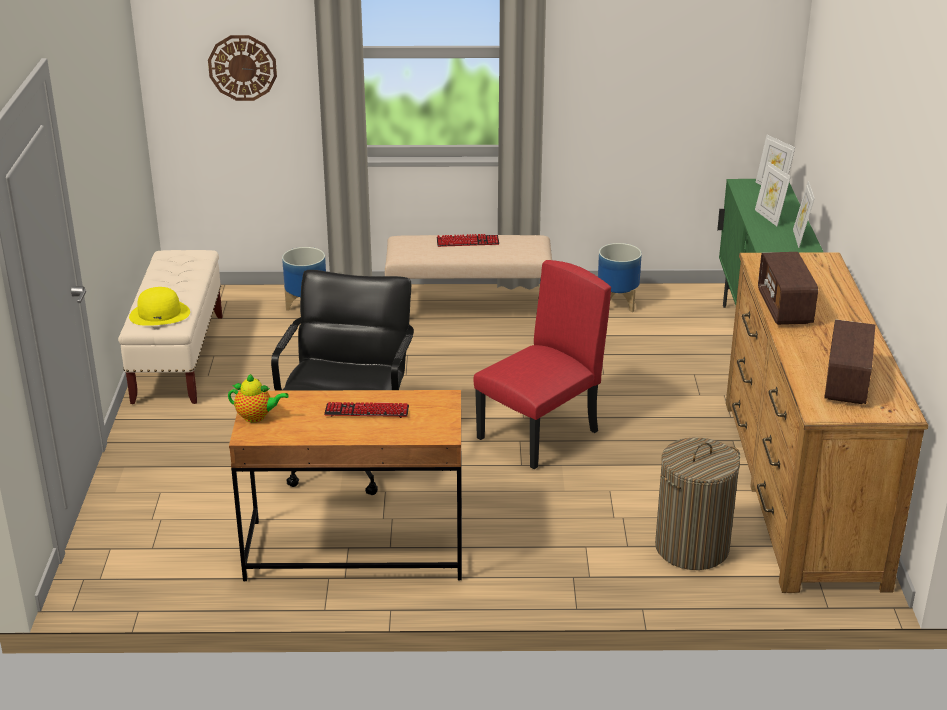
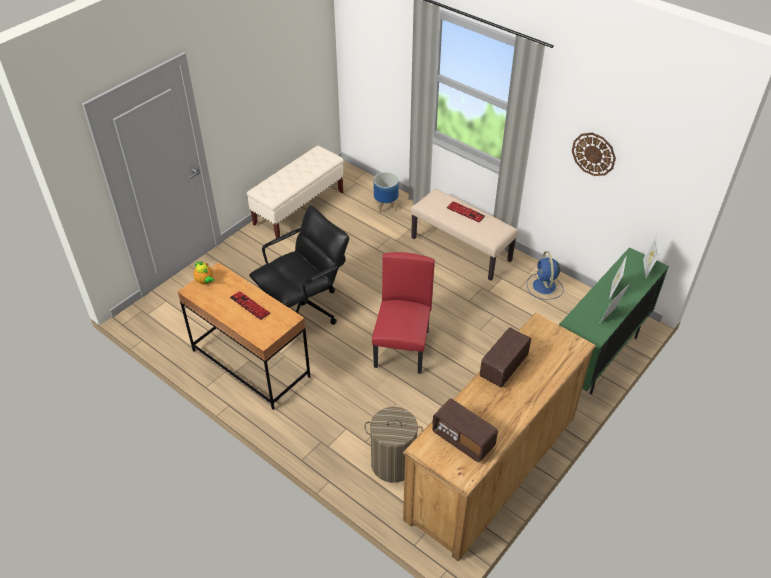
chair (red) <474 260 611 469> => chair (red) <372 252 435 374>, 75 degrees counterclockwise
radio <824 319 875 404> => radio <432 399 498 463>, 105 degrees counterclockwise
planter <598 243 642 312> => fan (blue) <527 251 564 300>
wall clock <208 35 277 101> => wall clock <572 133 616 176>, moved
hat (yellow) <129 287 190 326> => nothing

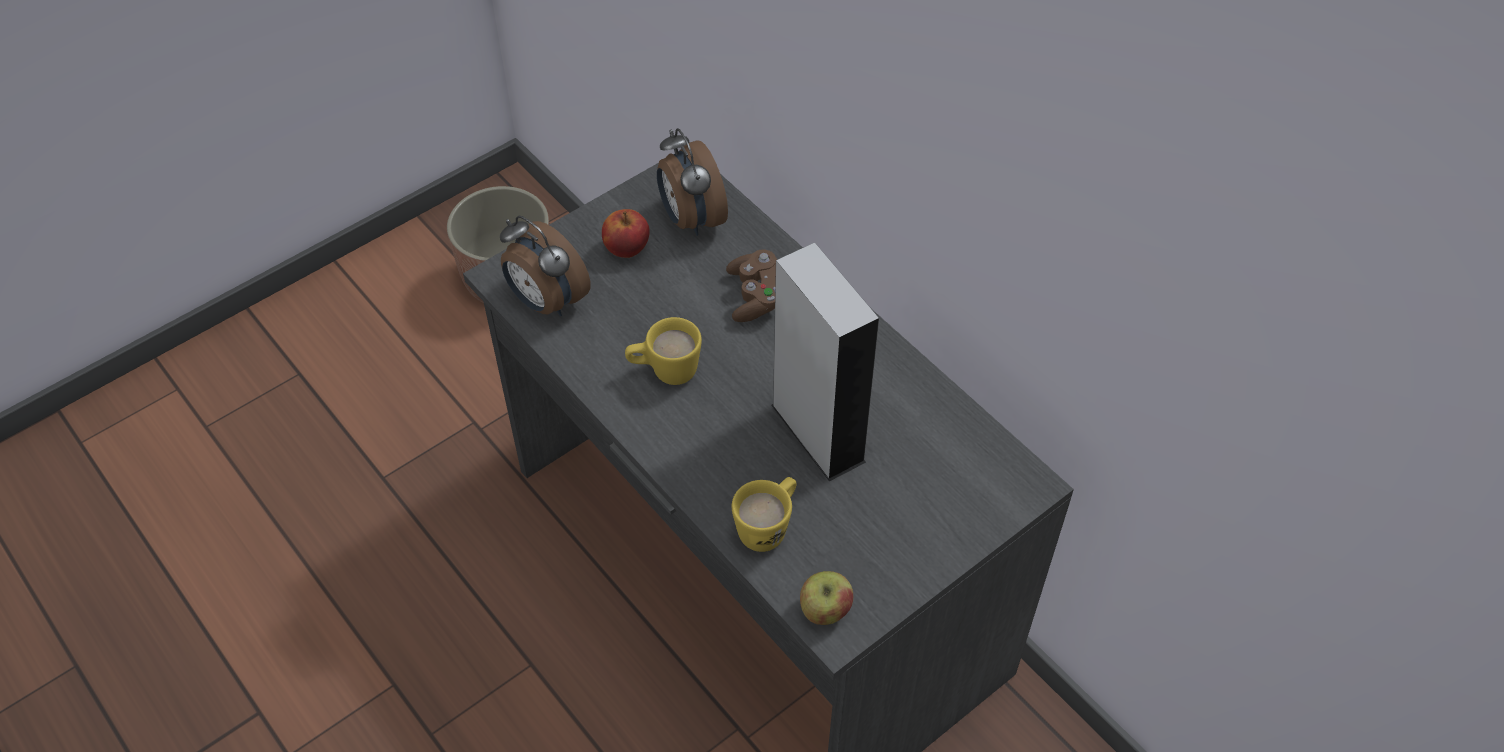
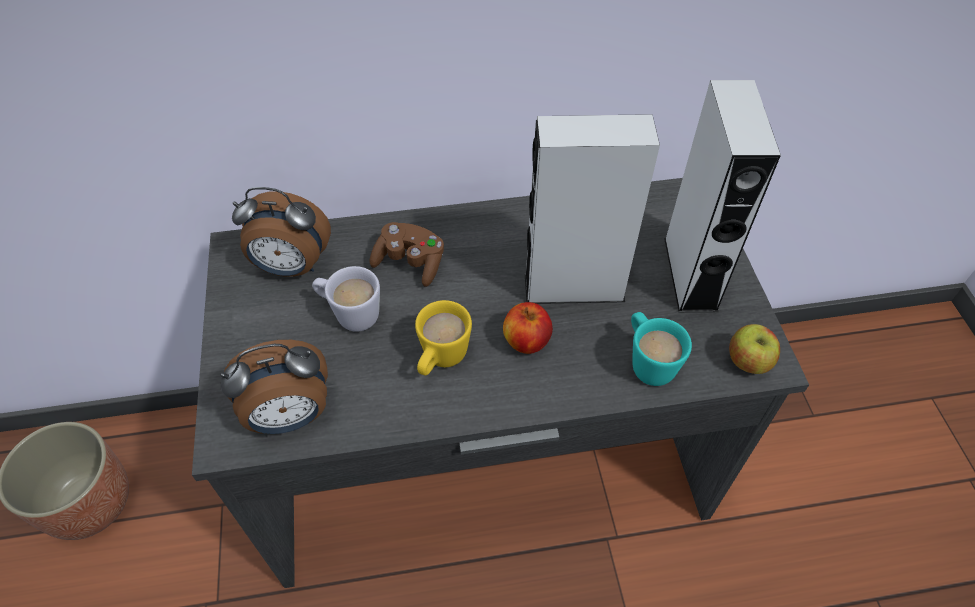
nothing => mug (white) <312 266 380 332>
apple <602 209 650 258> => apple <503 302 553 354>, moved
mug (yellow) <732 477 797 552> => mug (turquoise) <631 312 692 386>
nothing => speaker (grey) <664 80 781 313>

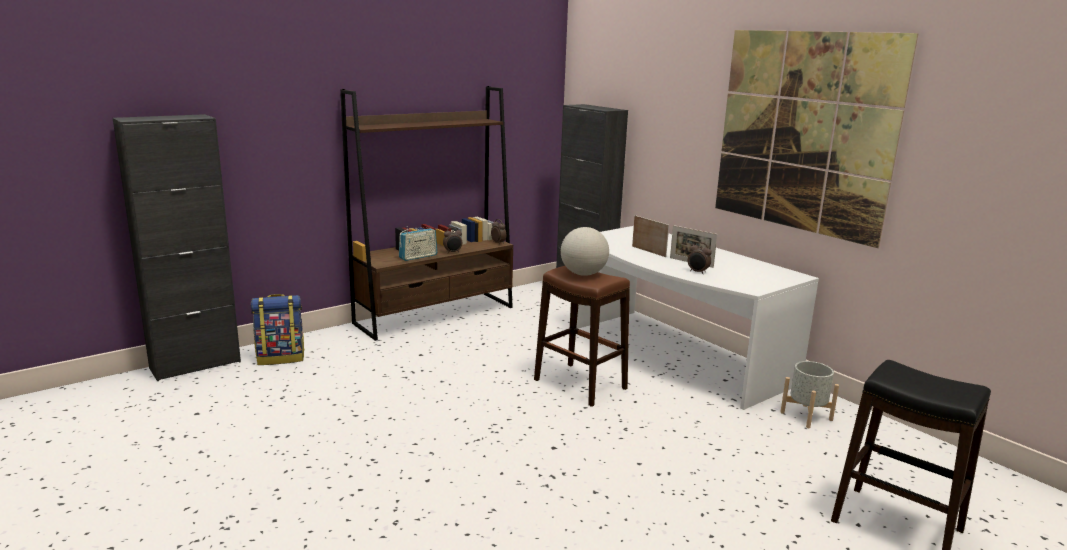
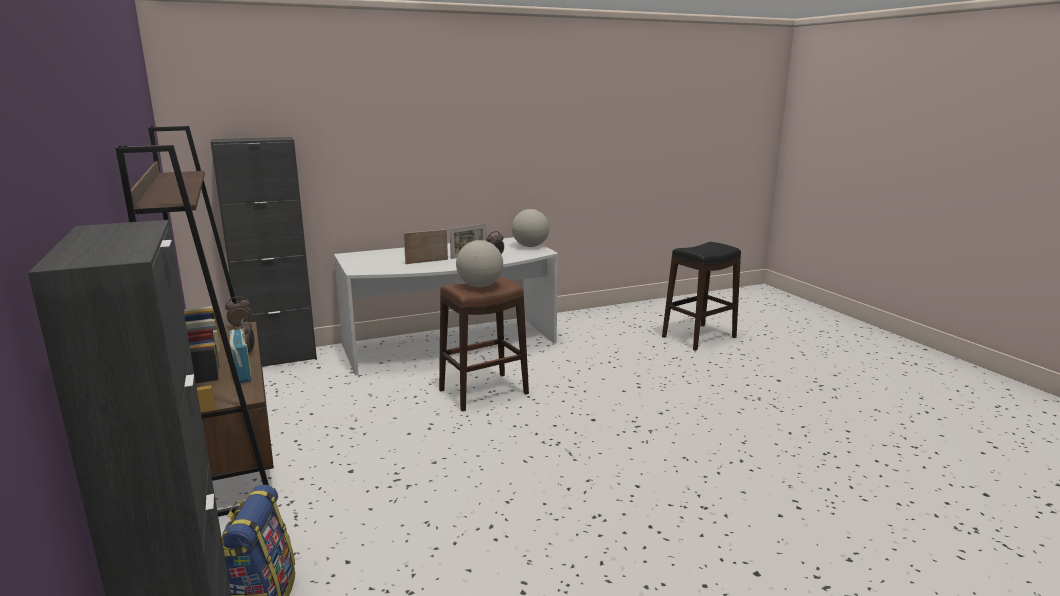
nothing => globe <512 209 549 247>
picture <715 30 919 248> => nothing
planter (grey) <780 361 839 428> => nothing

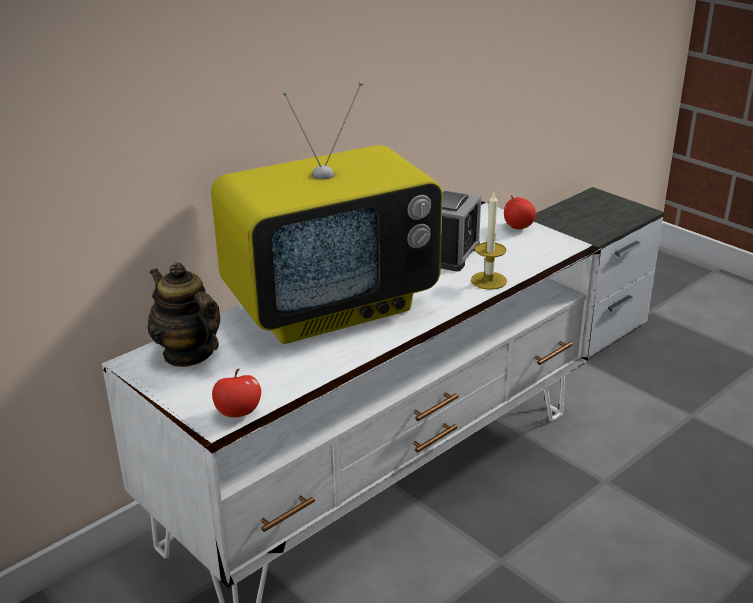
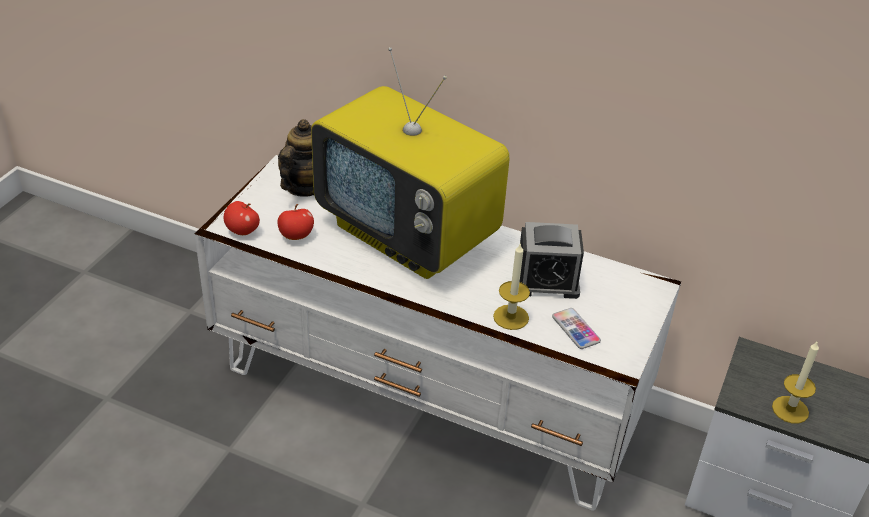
apple <504 195 536 229> => apple <277 204 314 240>, moved
nothing => phone <552 308 601 349>
nothing => candle <772 340 819 424>

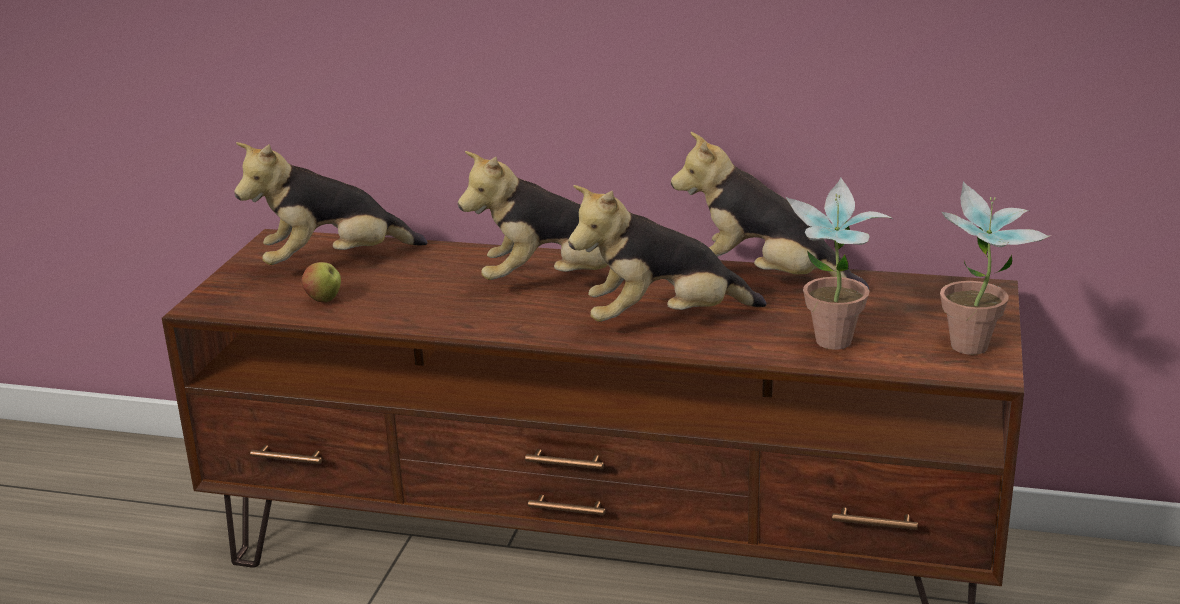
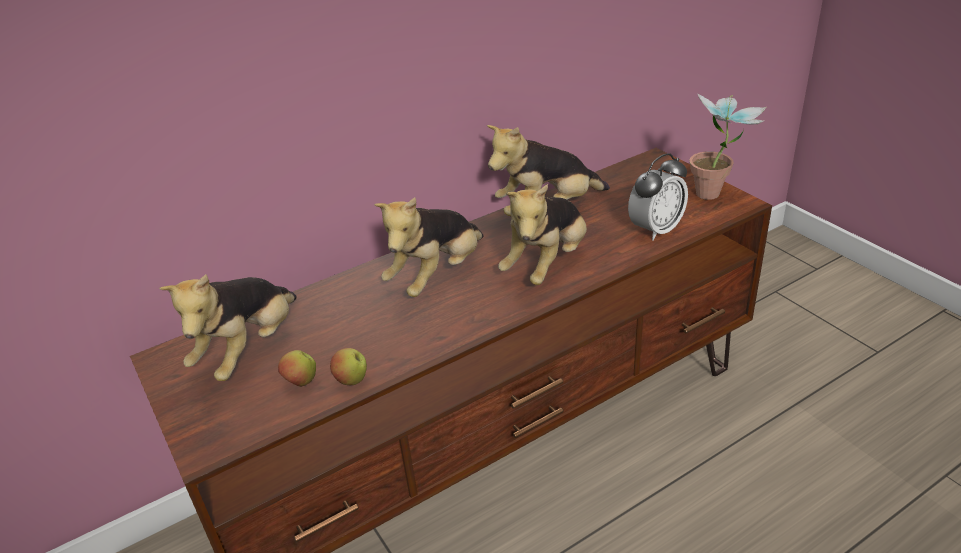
nothing => apple <330 348 367 385>
potted plant <786 178 893 350> => alarm clock <628 153 688 241>

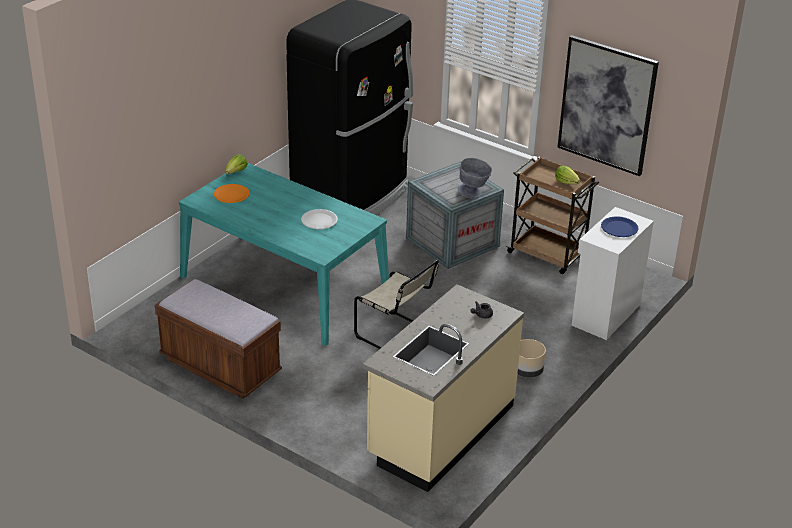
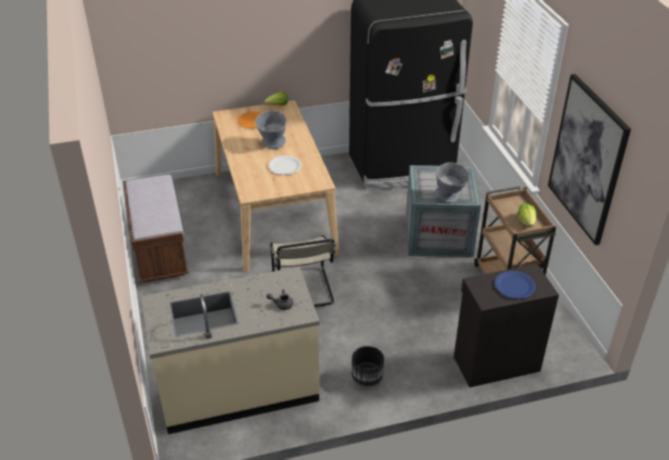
dining table (turquoise) <179 163 389 346> => dining table (beige) <212 100 339 272>
nothing => bowl (grey) <255 111 286 149>
planter (beige) <518 339 546 378> => planter (black) <352 346 384 386>
cabinet (white) <571 207 654 340> => cabinet (black) <454 264 559 388>

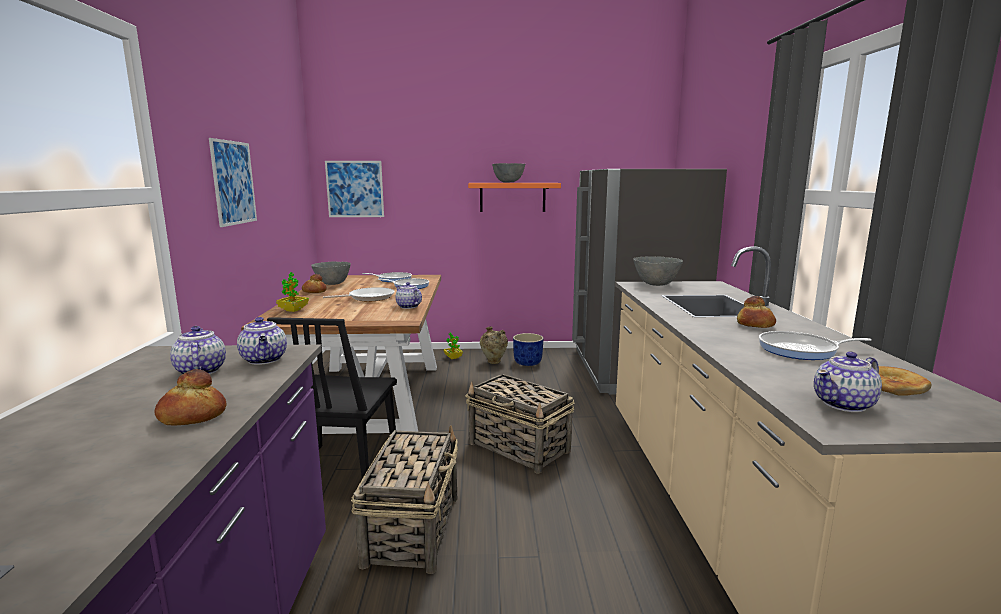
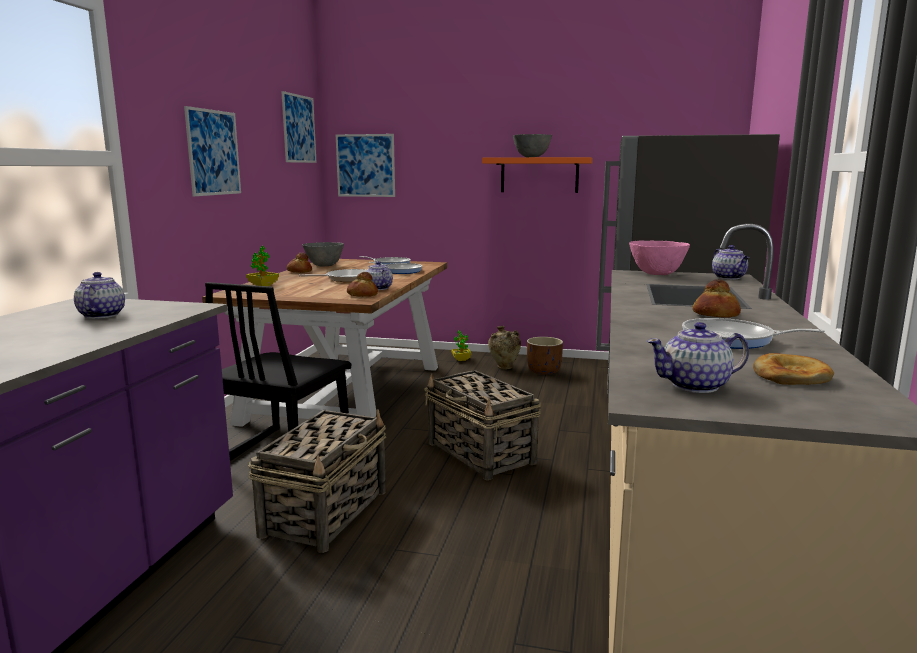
nothing => picture <281 91 317 163>
bread <154 369 227 426> => bread <347 272 378 297>, moved
planter (blue) <513 333 543 366> => planter (brown) <527 337 563 375>
bowl (grey) <633 256 683 286> => bowl (pink) <629 240 690 275>
teapot <237 317 287 365> => teapot <712 245 749 279>, moved

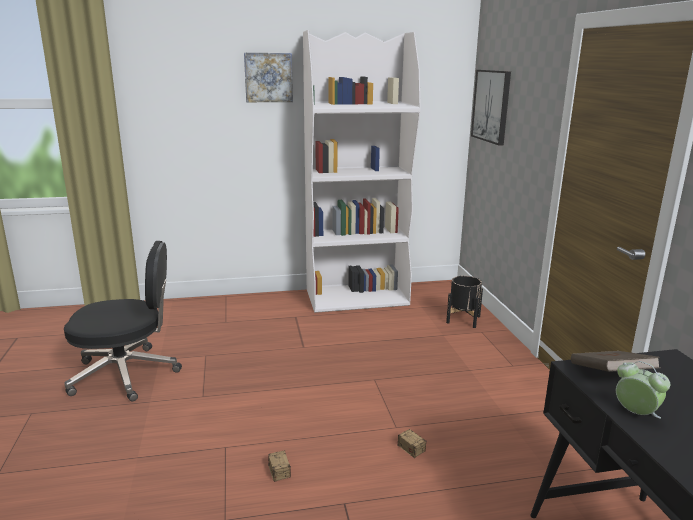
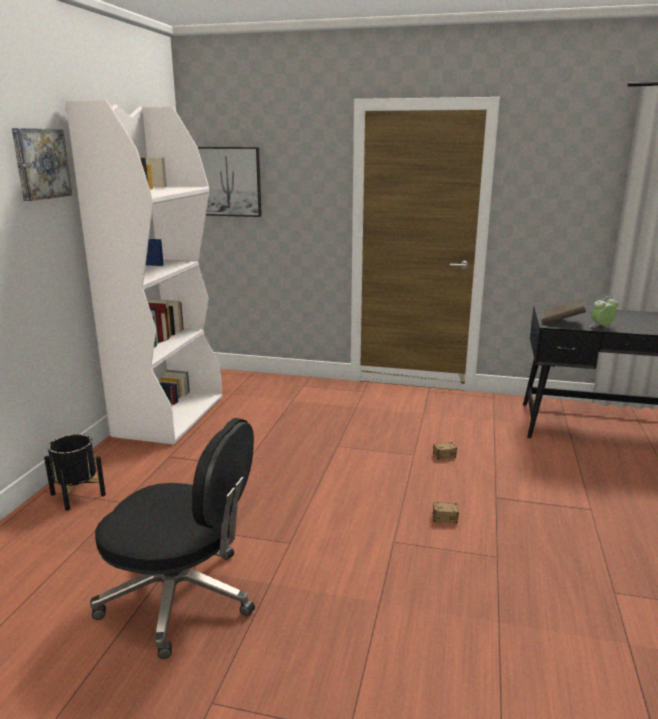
planter (black) <446 276 483 328> => planter (black) <44 434 106 510>, moved
office chair (black) <64 241 182 402> => office chair (black) <90 418 255 659>, 90 degrees clockwise

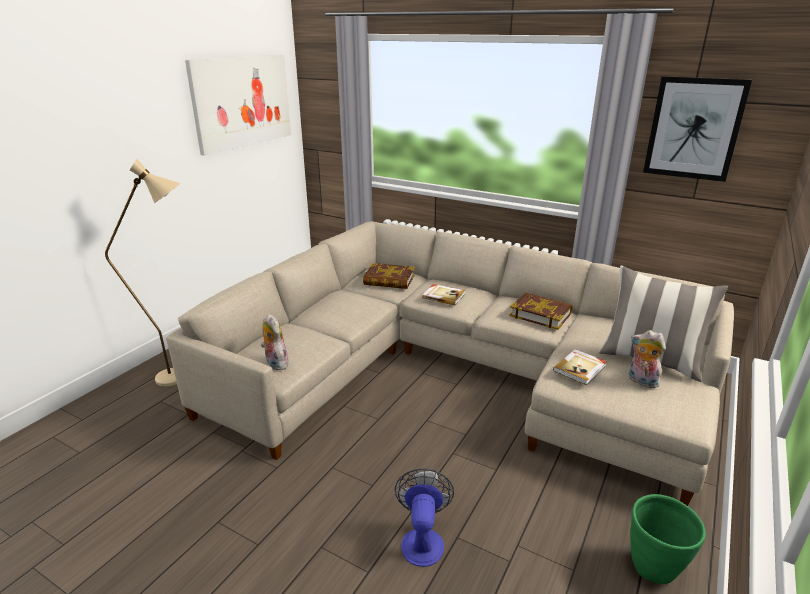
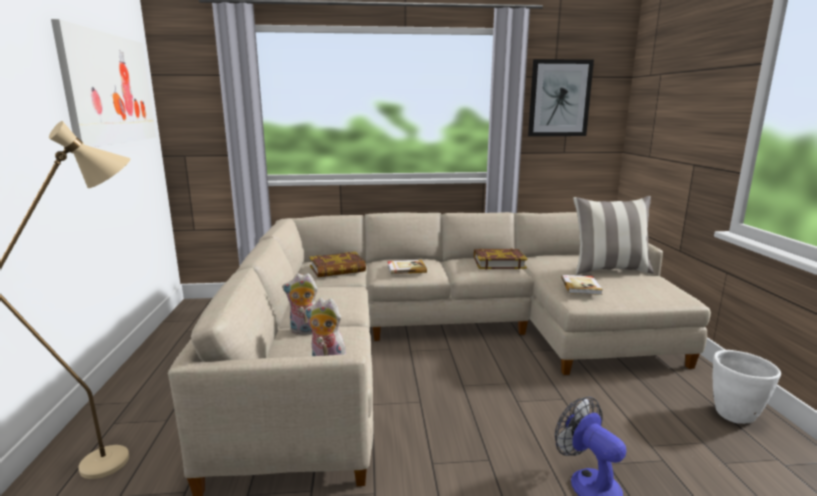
plush toy <629 330 666 388> => plush toy <282 273 318 335>, moved
planter (green) <630 494 706 584> => planter (white) <712 350 781 424>

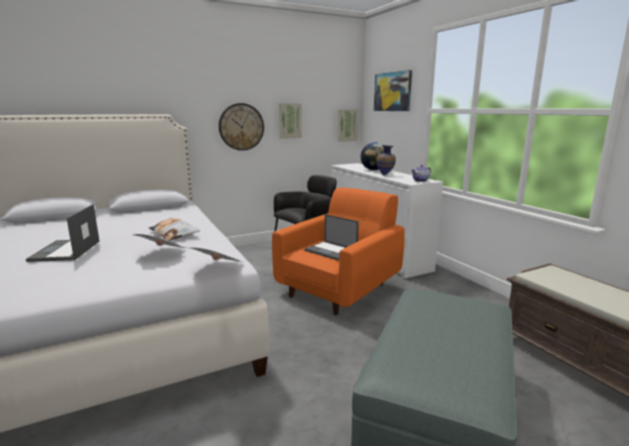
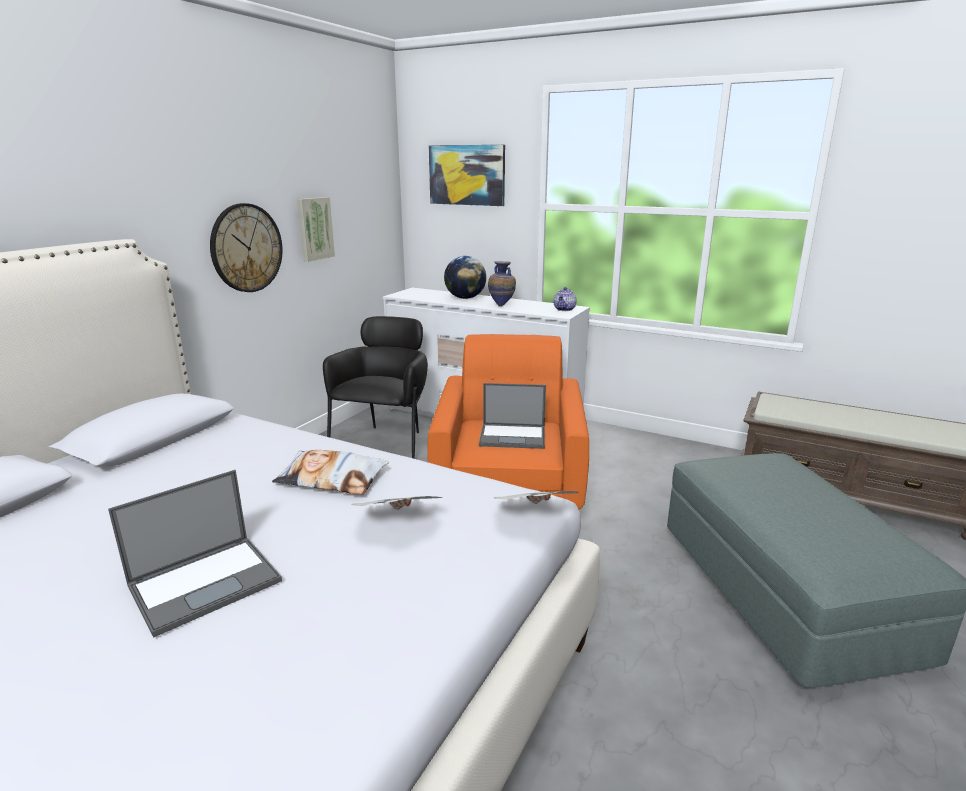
laptop <26 204 99 262> => laptop <108 470 282 637>, 90 degrees counterclockwise
picture <338 109 358 142> => nothing

